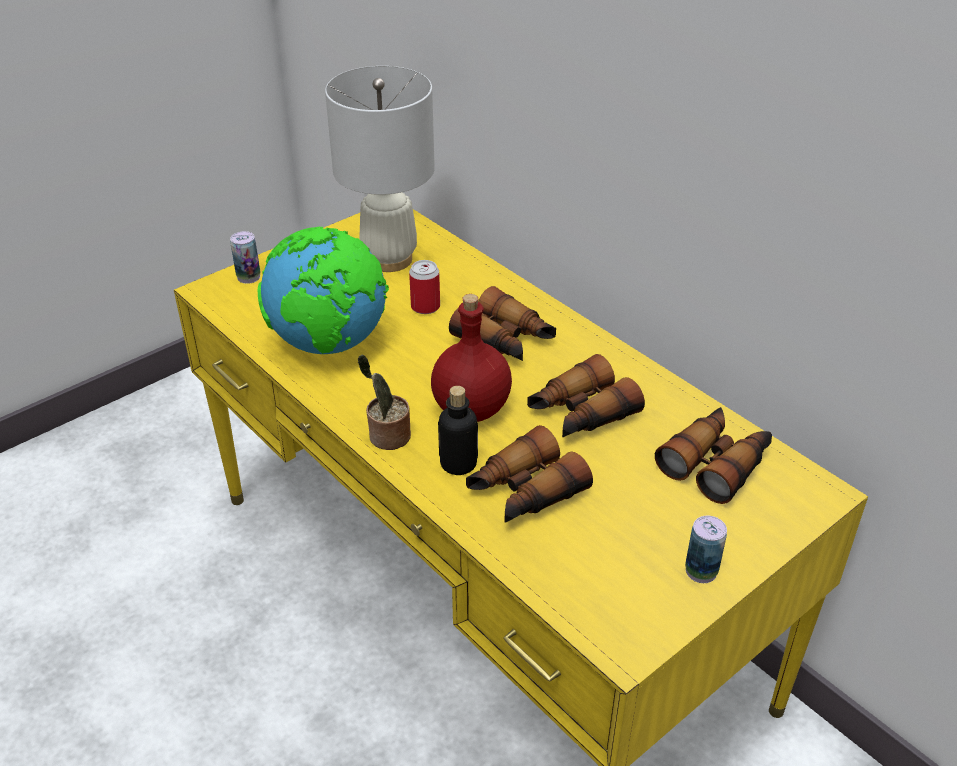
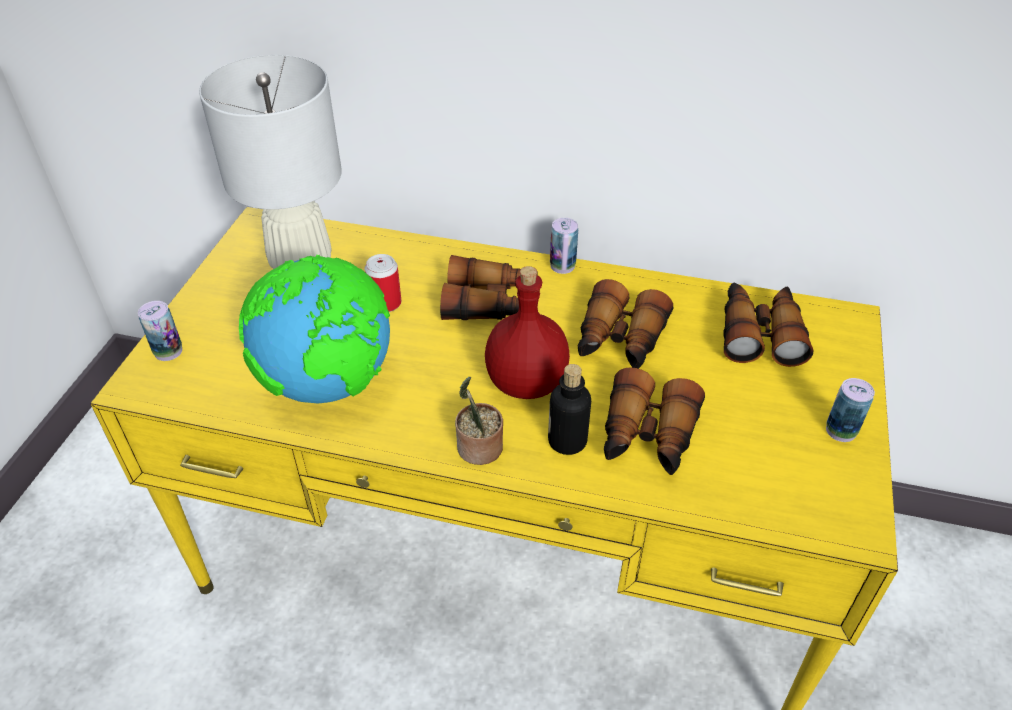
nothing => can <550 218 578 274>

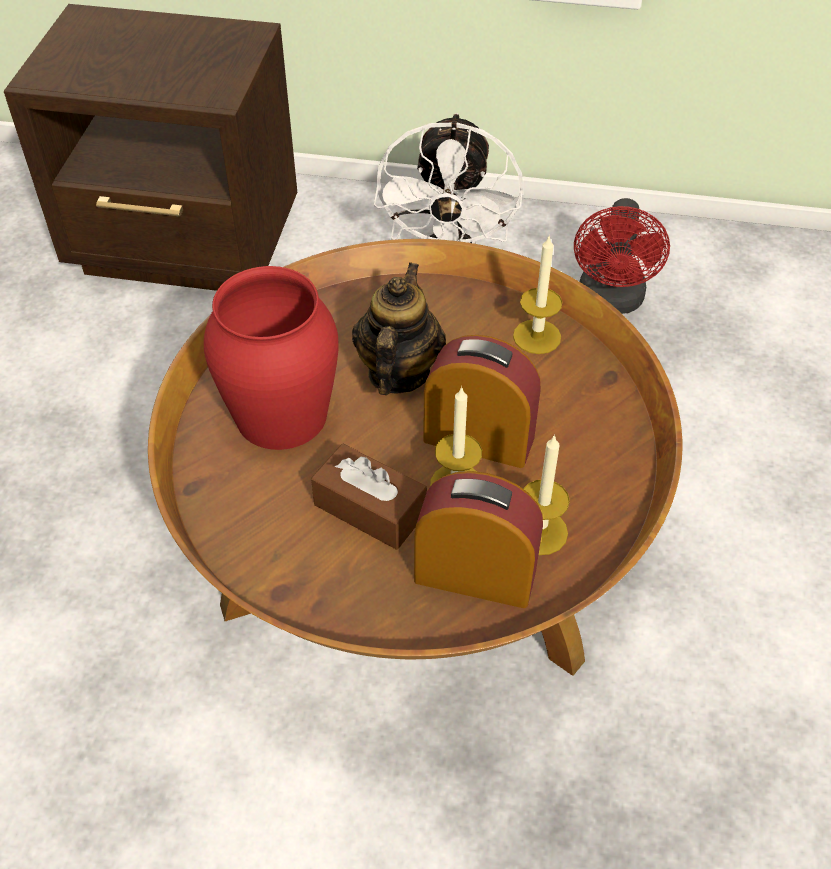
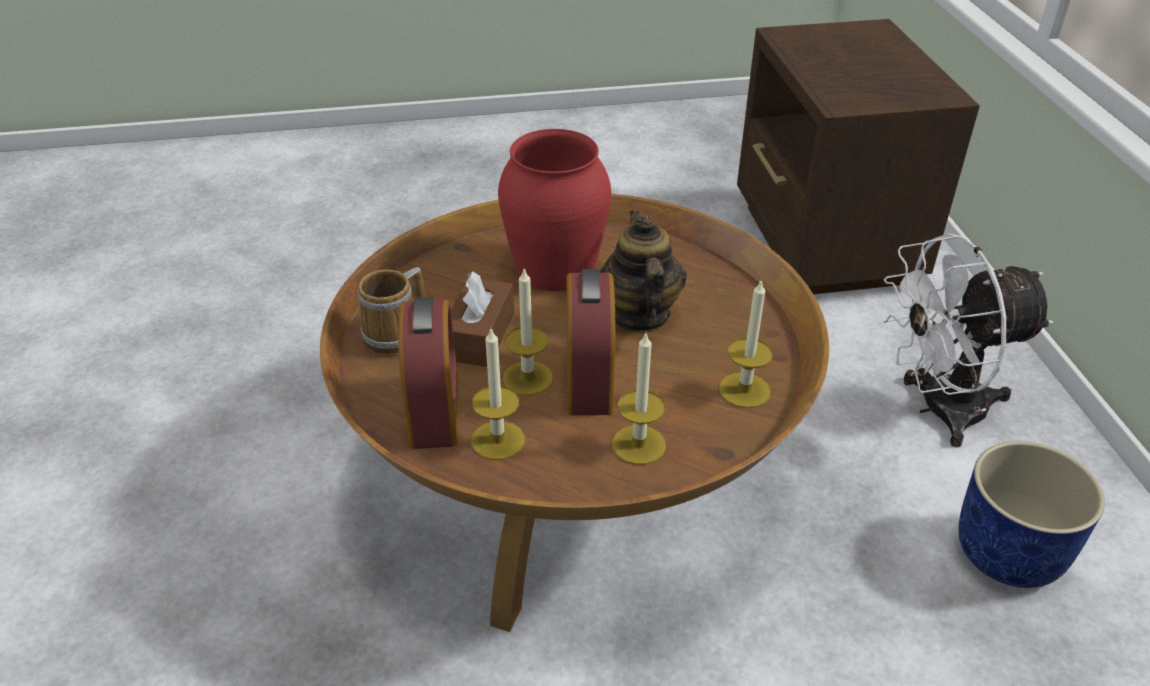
nothing => mug <358 267 426 354>
teapot <352 262 446 395> => teapot <599 210 687 332>, 90 degrees counterclockwise
nothing => candle <612 331 666 465>
fan (red) <574 198 670 314> => planter (blue) <958 441 1105 588>

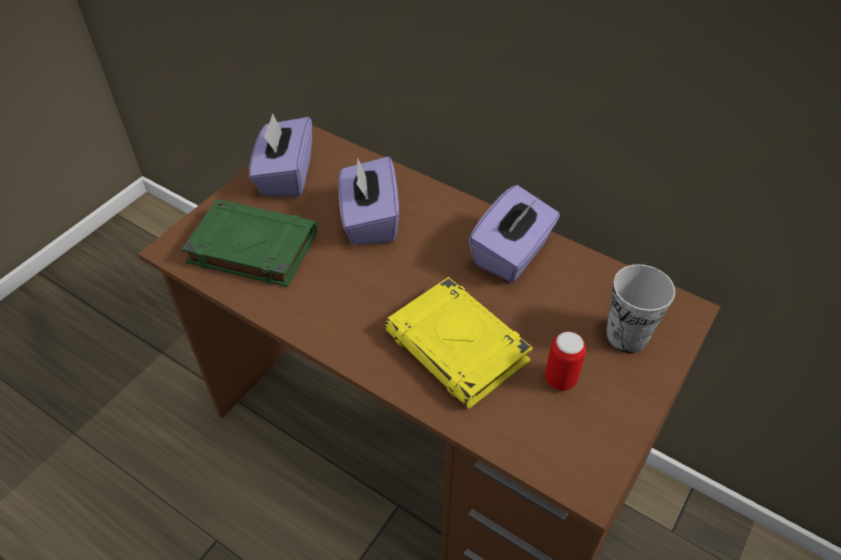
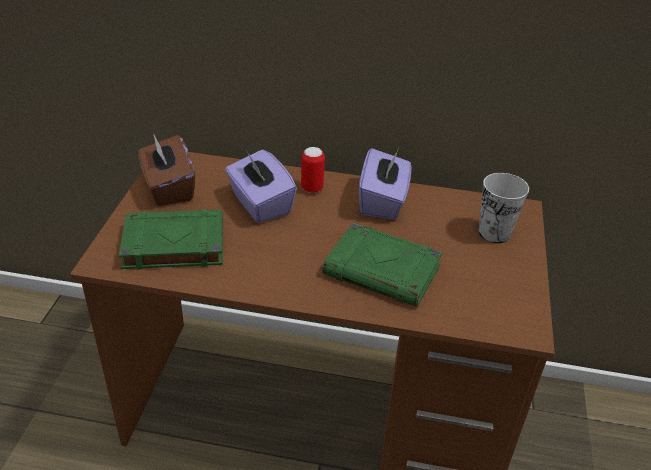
tissue box (purple) <249 113 312 197> => tissue box (brown) <138 133 195 206>
can <545 332 586 390> => can <301 147 325 193>, moved
book (yellow) <384 277 533 408> => book (green) <322 223 443 307>

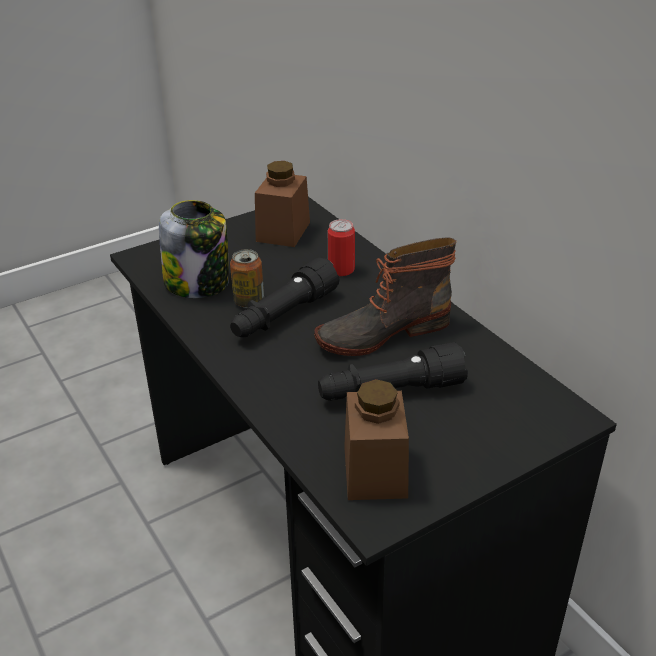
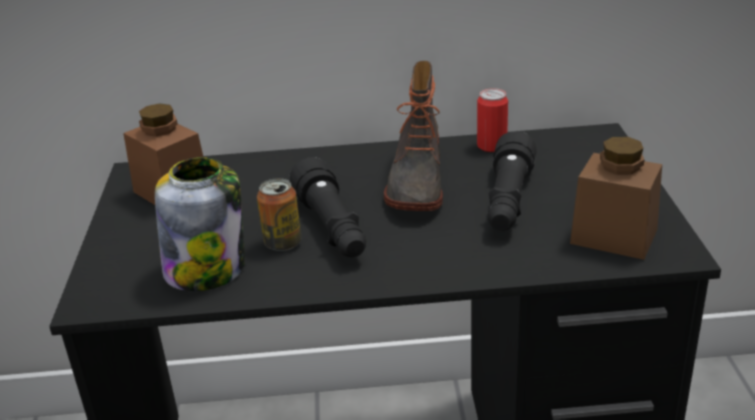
can <328 219 355 276> => can <477 88 508 152>, moved

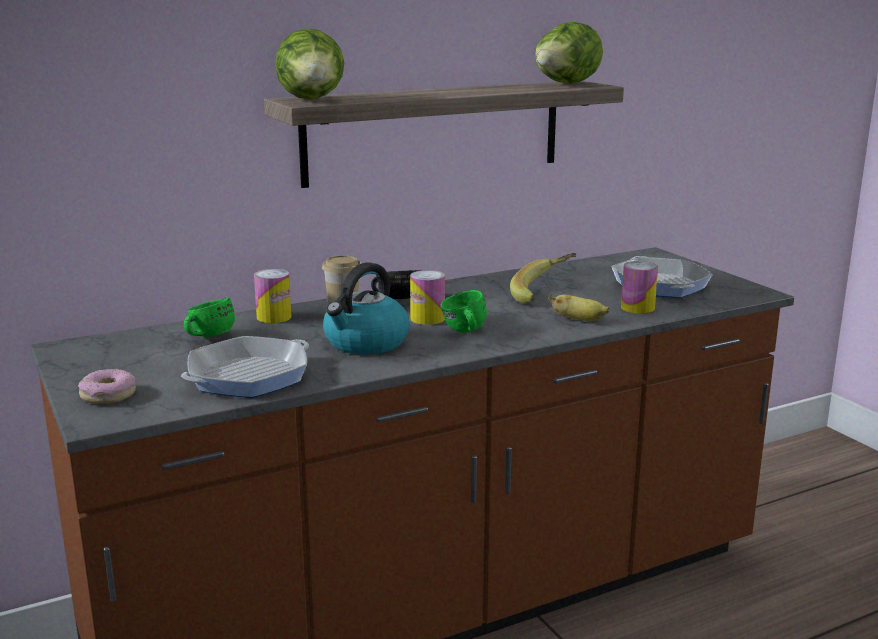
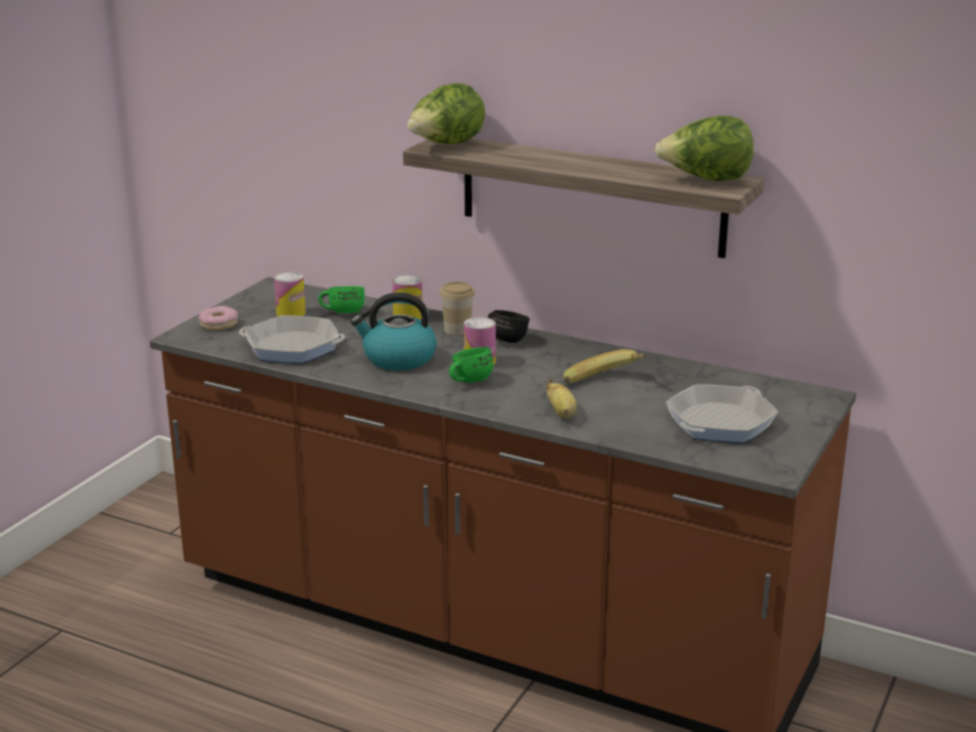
can <621 261 658 314> => can <274 272 306 316>, moved

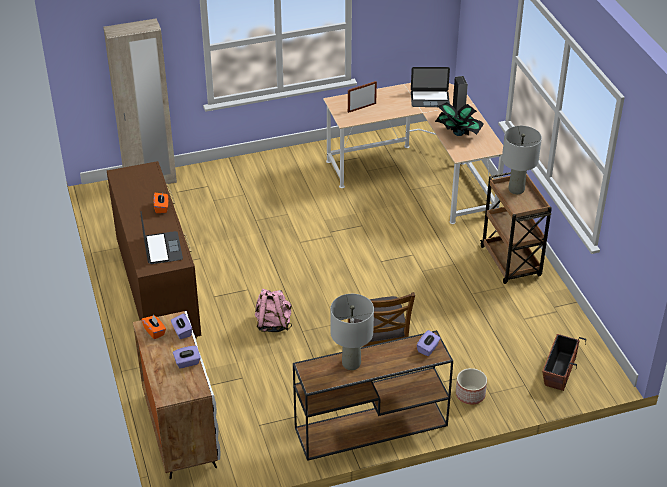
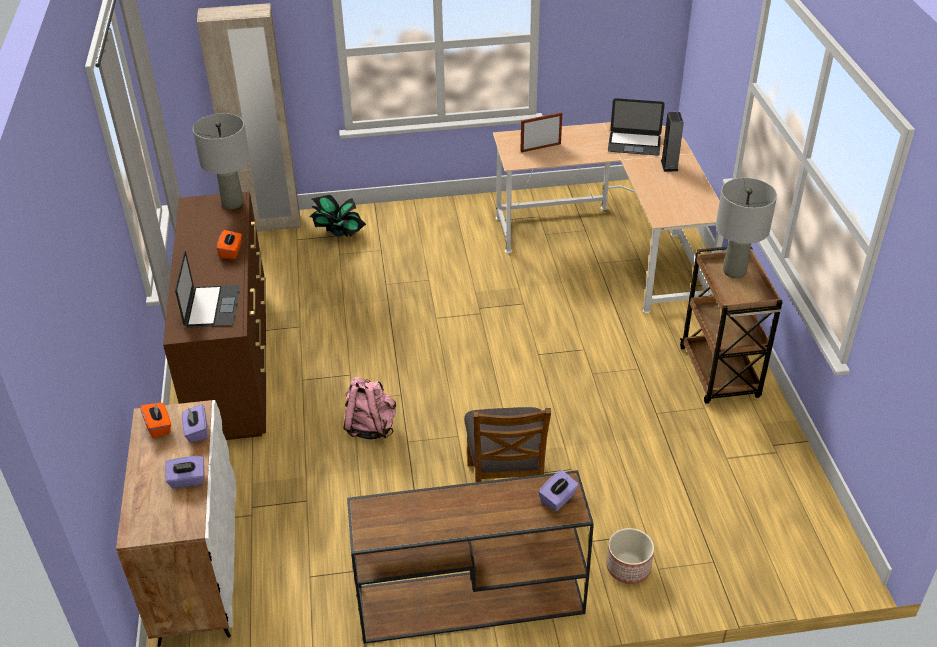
table lamp (grey) <330 294 374 370> => table lamp (grey) <193 113 250 209>, moved
potted plant <435 102 484 136> => potted plant <309 195 366 237>, moved
planter <542 334 586 391> => nothing

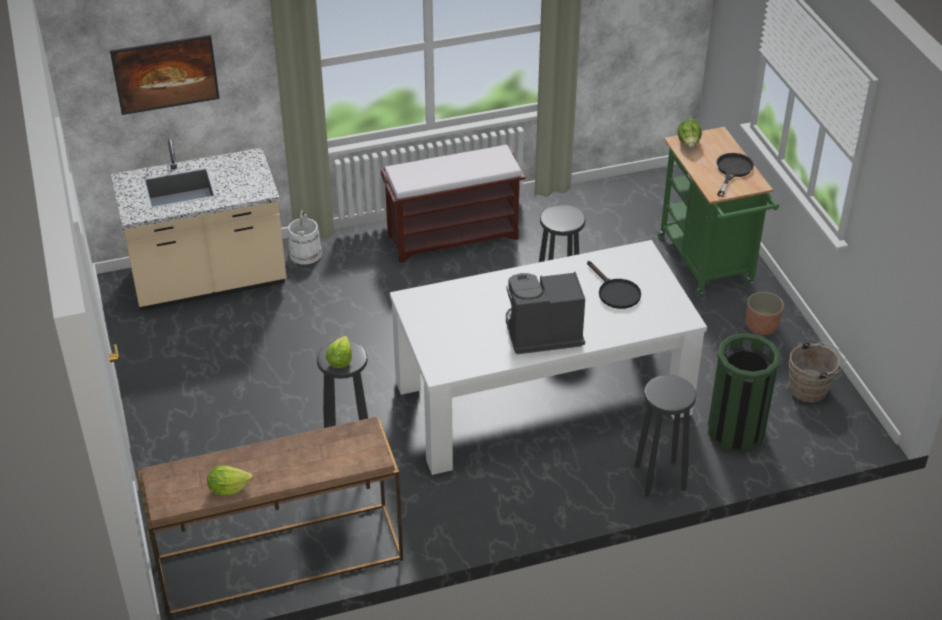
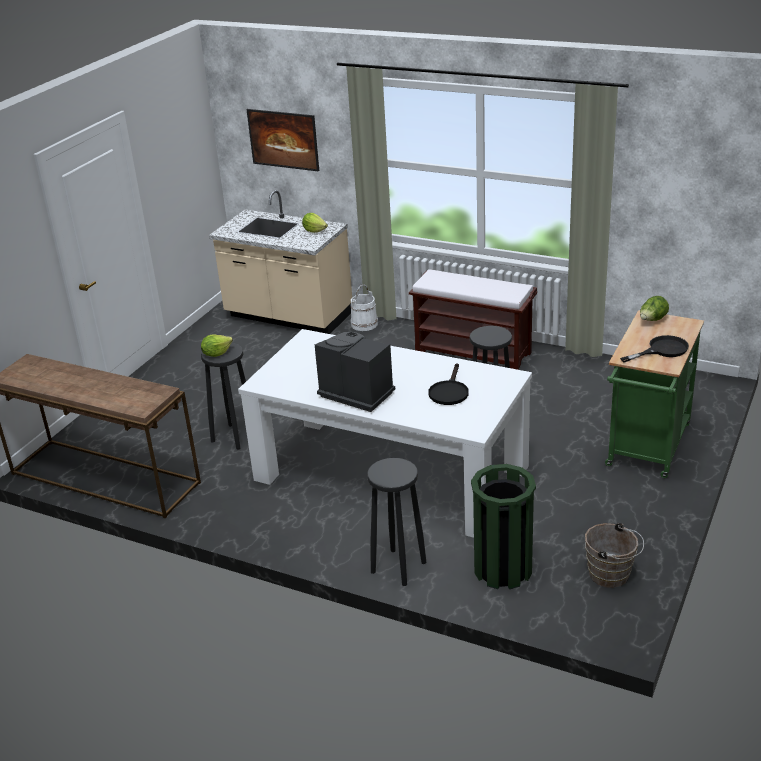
lettuce <207 466 253 496> => lettuce <302 213 328 233>, moved
planter <746 292 784 335> => nothing

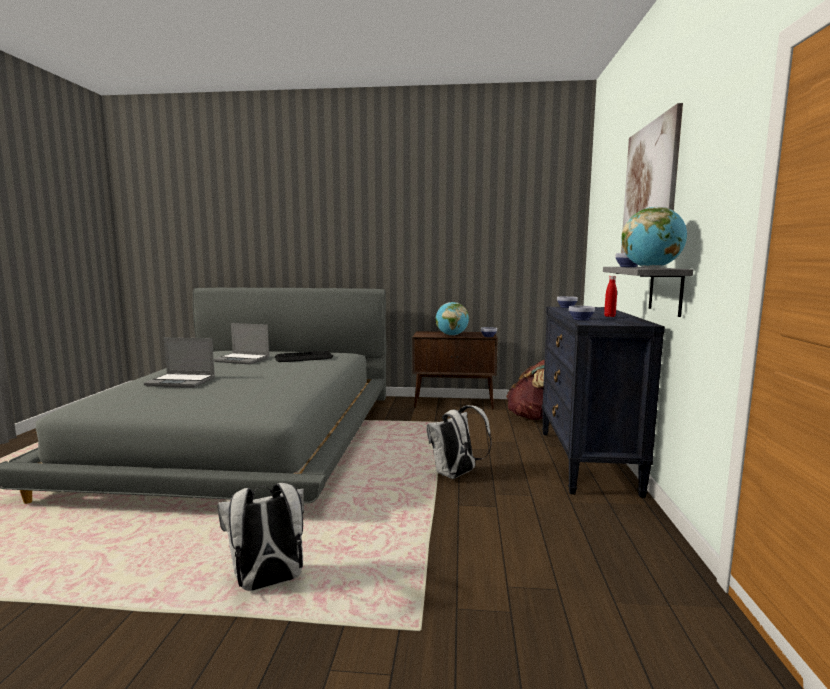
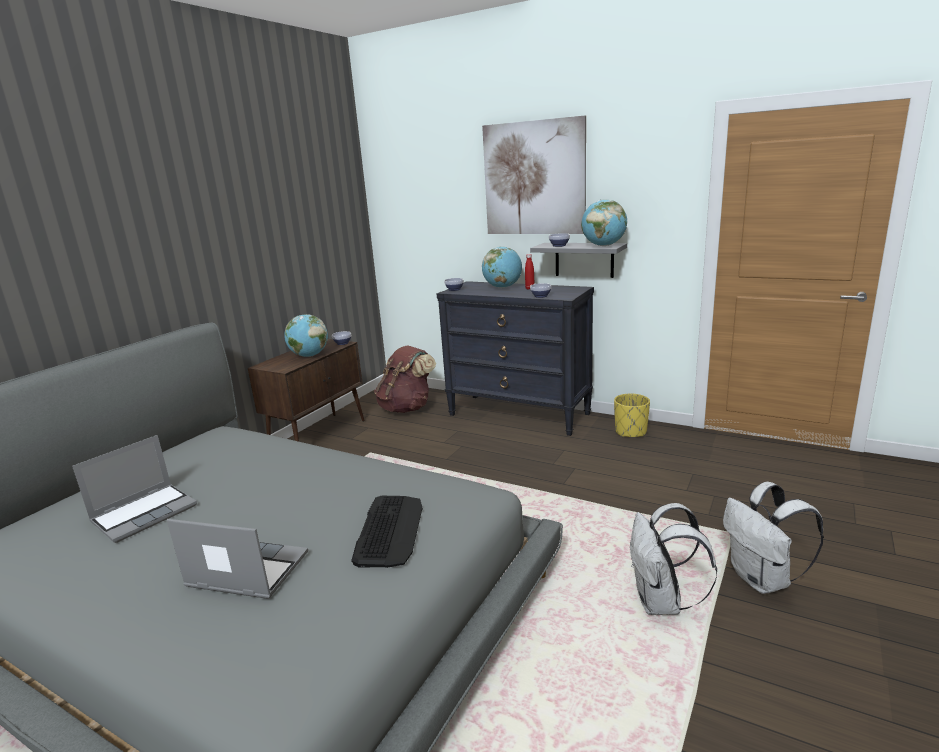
laptop <144 337 215 388> => laptop <167 519 308 599>, 105 degrees counterclockwise
keyboard <275 351 333 362> => keyboard <351 496 423 568>, moved
nothing => globe <482 246 522 288>
nothing => planter (yellow) <614 394 650 437>
backpack (white) <426 405 492 479> => backpack (white) <723 481 824 594>, moved

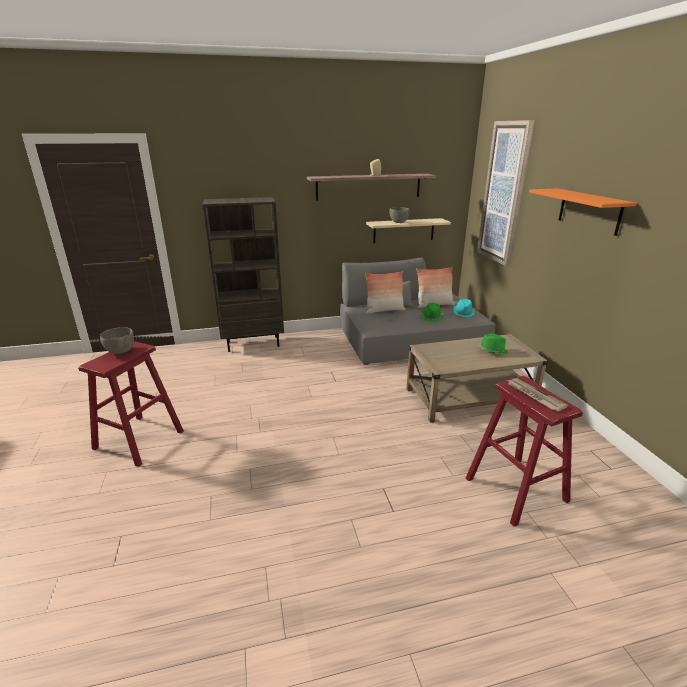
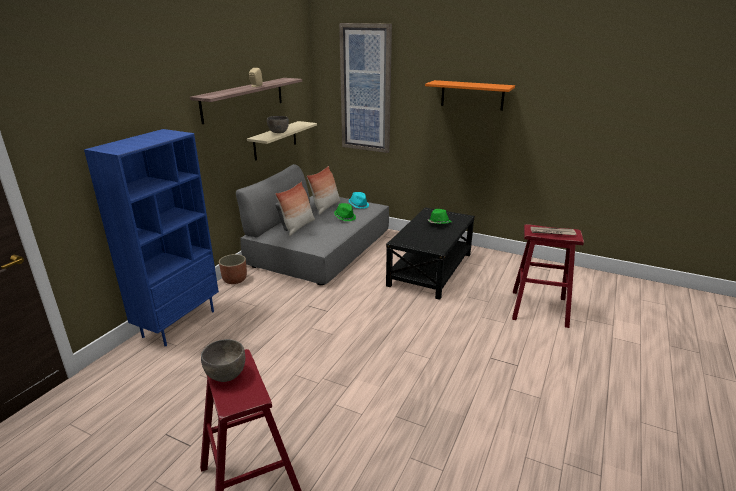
bookcase (brown) <203 197 284 352> => bookcase (blue) <84 129 219 346>
nothing => planter <219 254 247 284>
coffee table (beige) <406 334 548 422> => coffee table (black) <386 208 475 300>

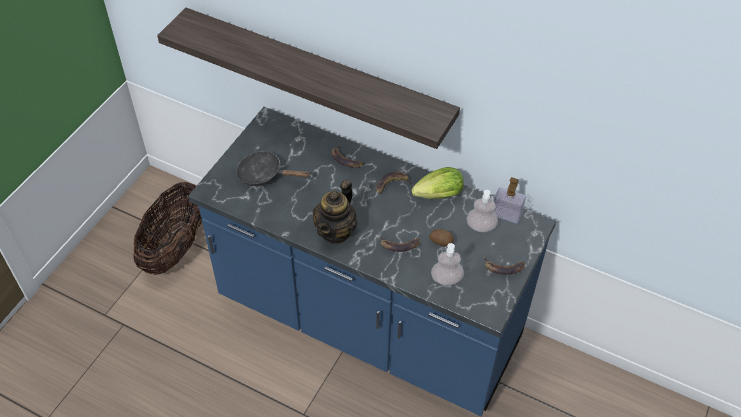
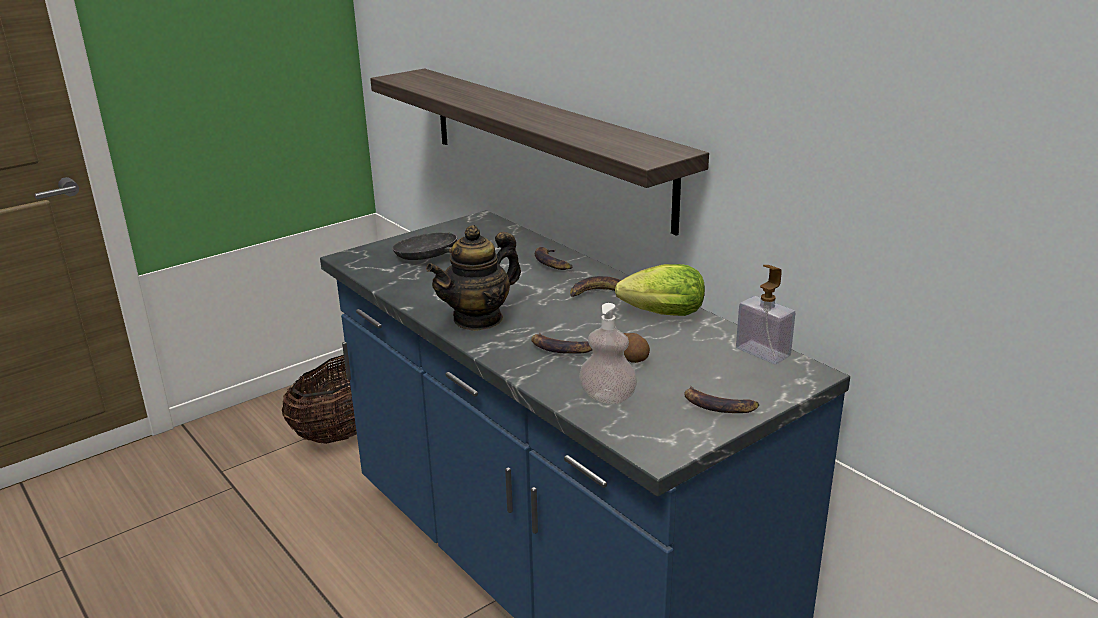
soap dispenser <466 190 498 232> => nothing

